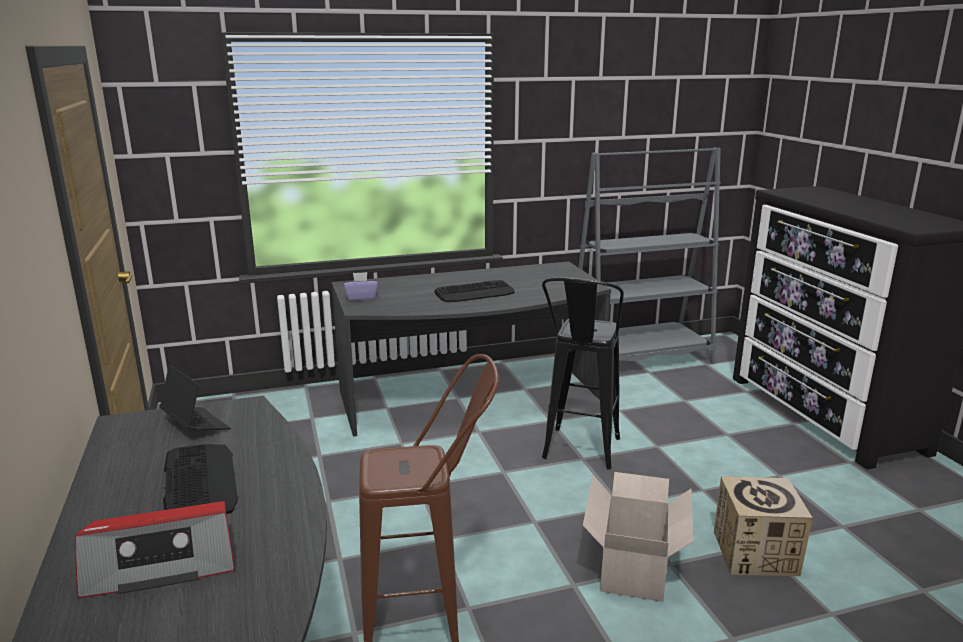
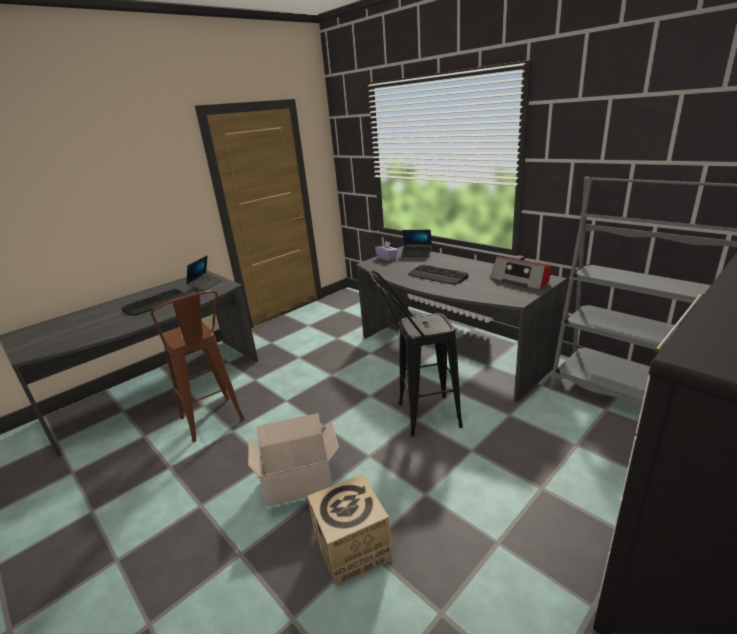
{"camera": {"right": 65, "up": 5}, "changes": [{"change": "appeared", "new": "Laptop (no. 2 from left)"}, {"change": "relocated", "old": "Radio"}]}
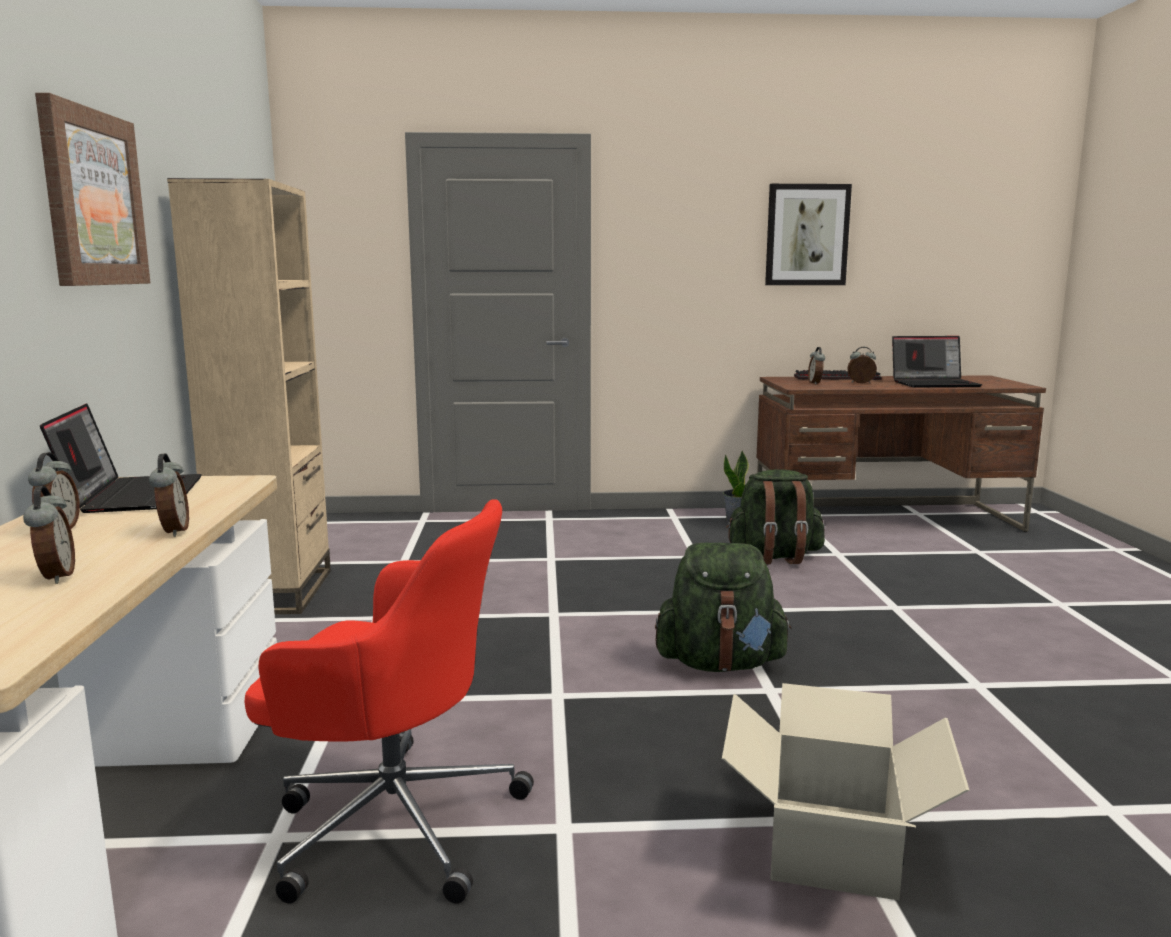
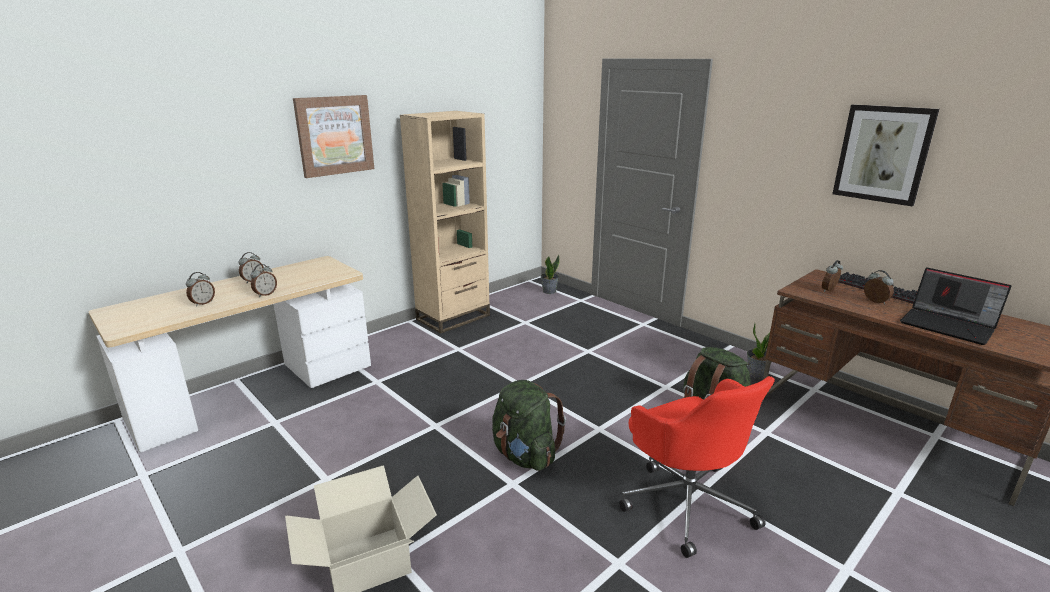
{"camera": {"right": 50, "up": 10}, "changes": [{"change": "missing", "old": "Laptop (no. 1 from left)"}, {"change": "appeared", "new": "PottedPlant (no. 1 from left)"}, {"change": "relocated", "old": "RedOfficeChair"}]}
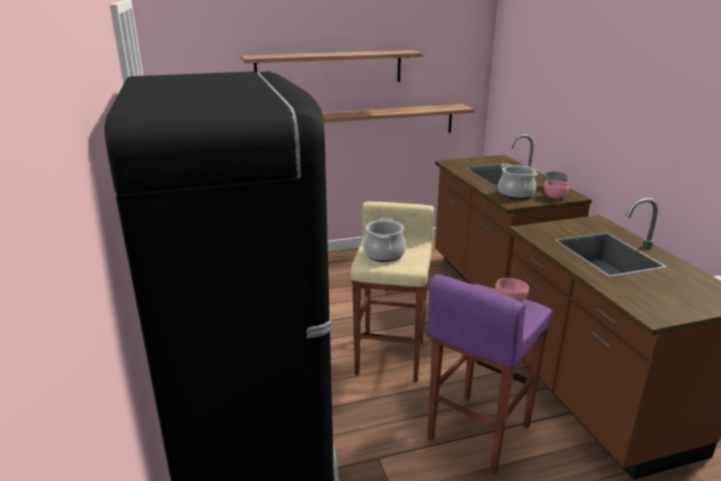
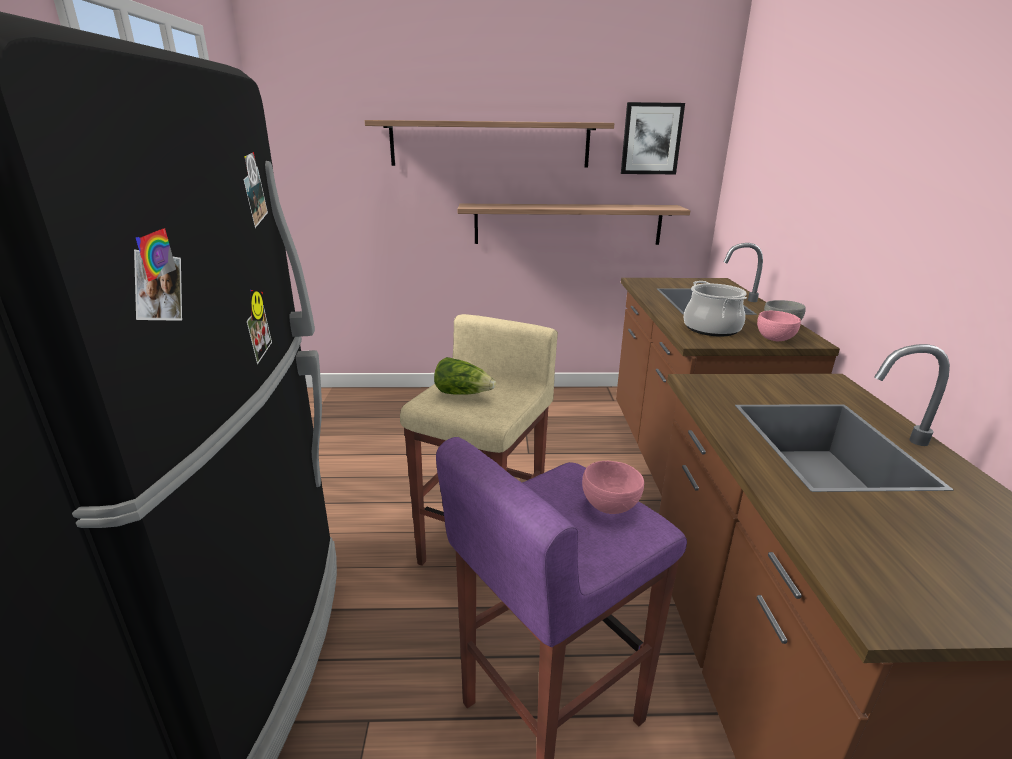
{"camera": {"right": 15, "up": 0}, "changes": [{"change": "appeared", "new": "Picture"}, {"change": "exchanged", "old": "CookingPot (no. 1 from left)", "new": "Lettuce"}]}
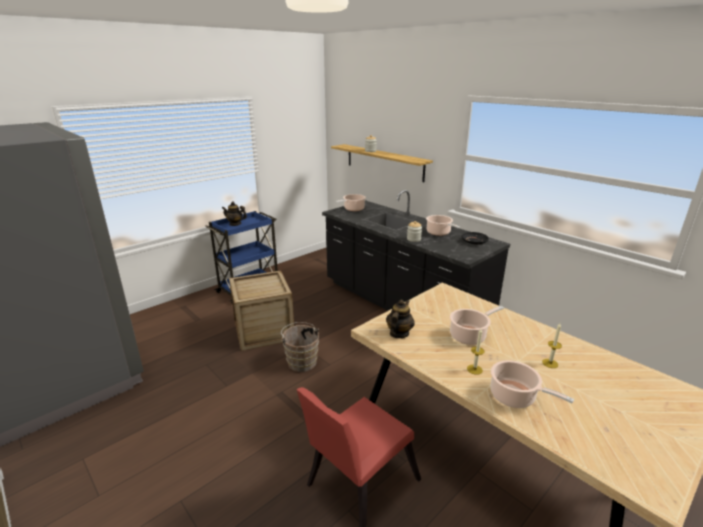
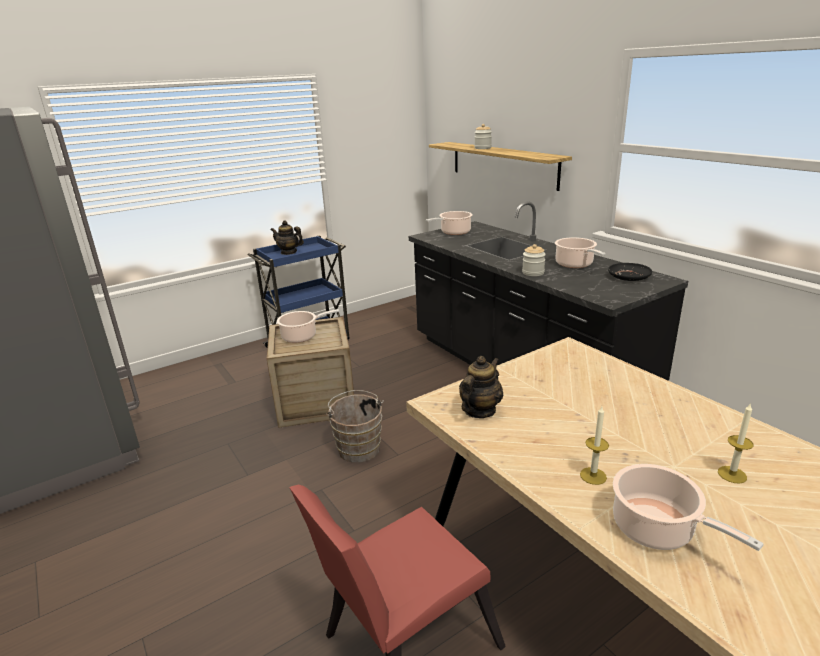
{"camera": {"right": 10, "up": 0}, "changes": [{"change": "relocated", "old": "CookingPot (no. 3 from left in the first image)", "new": "CookingPot (no. 1 from left)"}]}
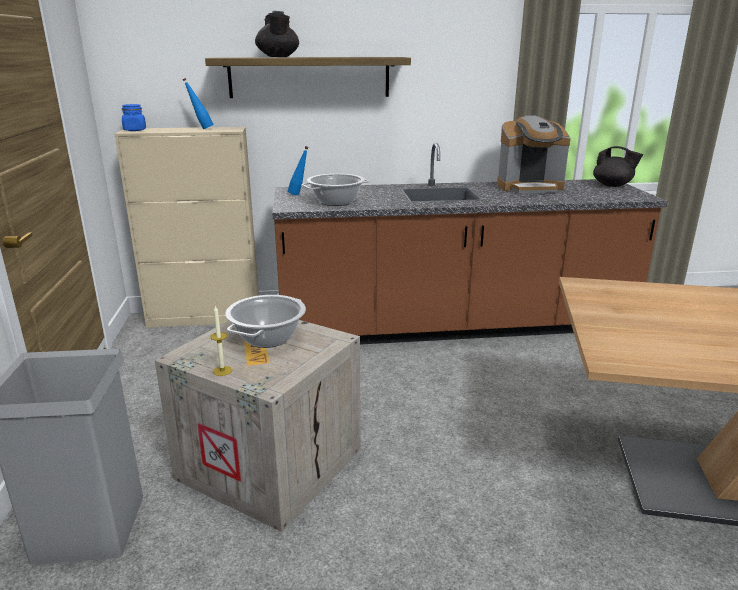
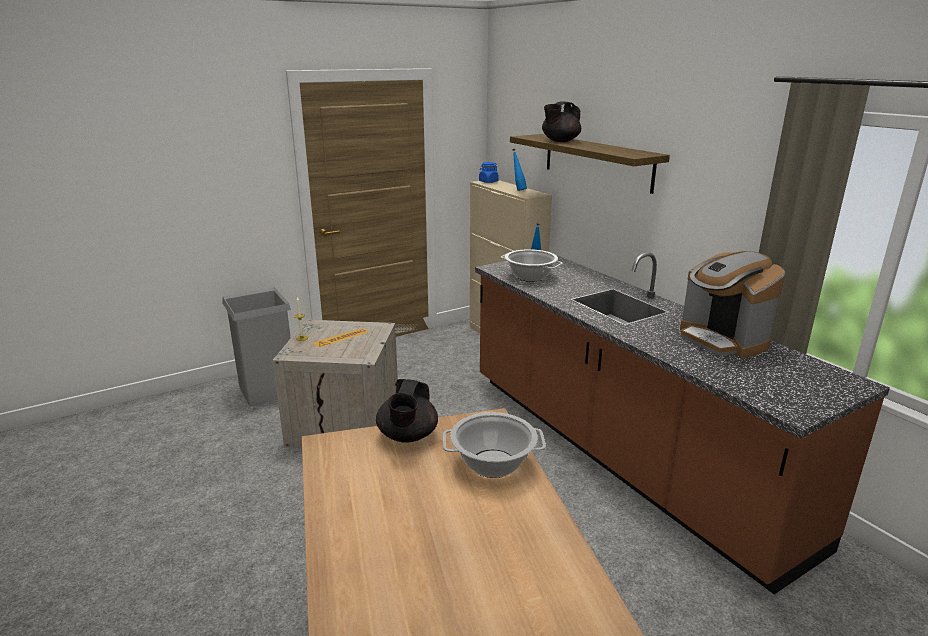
{"camera": {"right": 65, "up": 0}, "changes": [{"change": "relocated", "old": "CookingPot (no. 1 from left)"}, {"change": "relocated", "old": "BlackTeapot (no. 2 from left in the first image)", "new": "BlackTeapot (no. 1 from left)"}]}
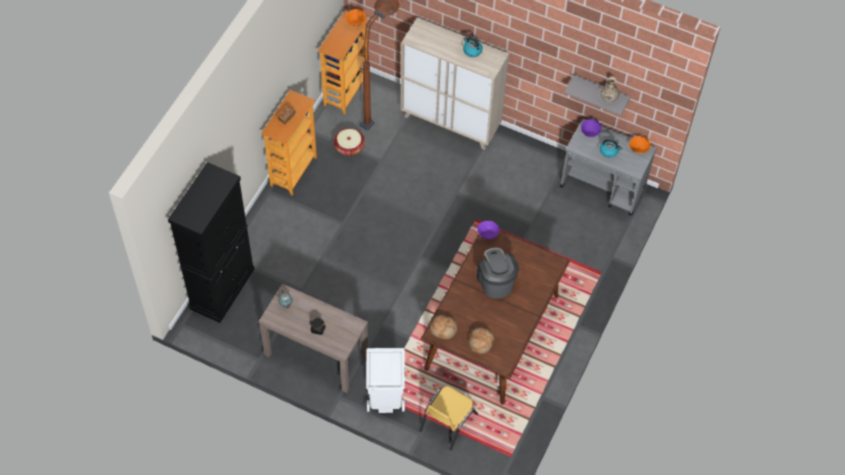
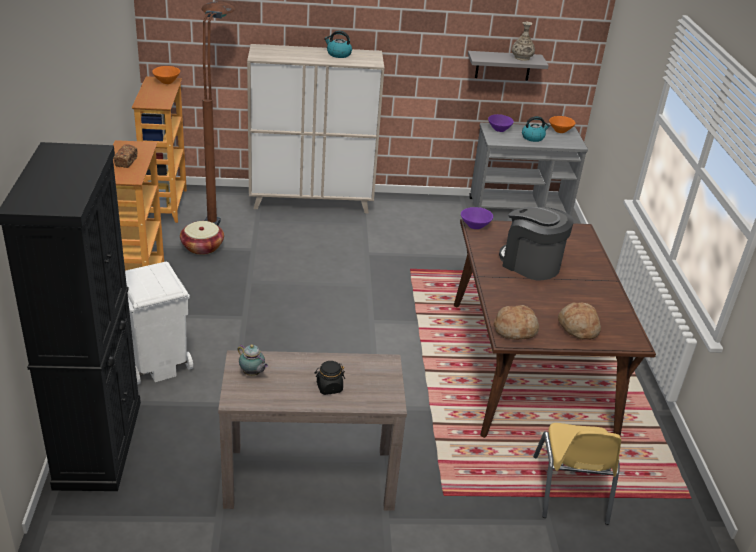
{"camera": {"right": -30, "up": -25}, "changes": [{"change": "relocated", "old": "WhiteTrashCan"}]}
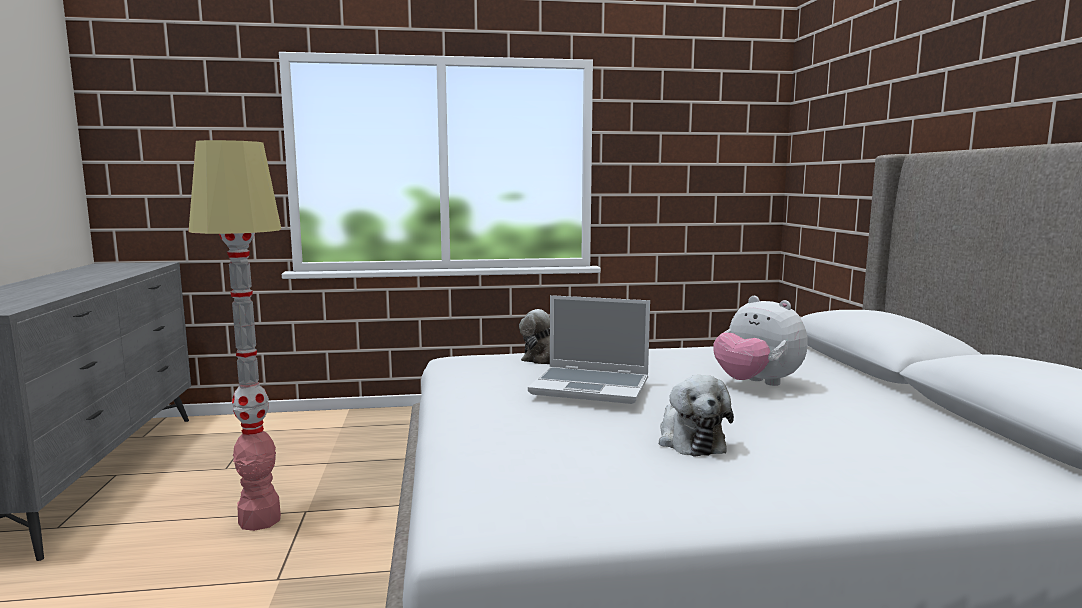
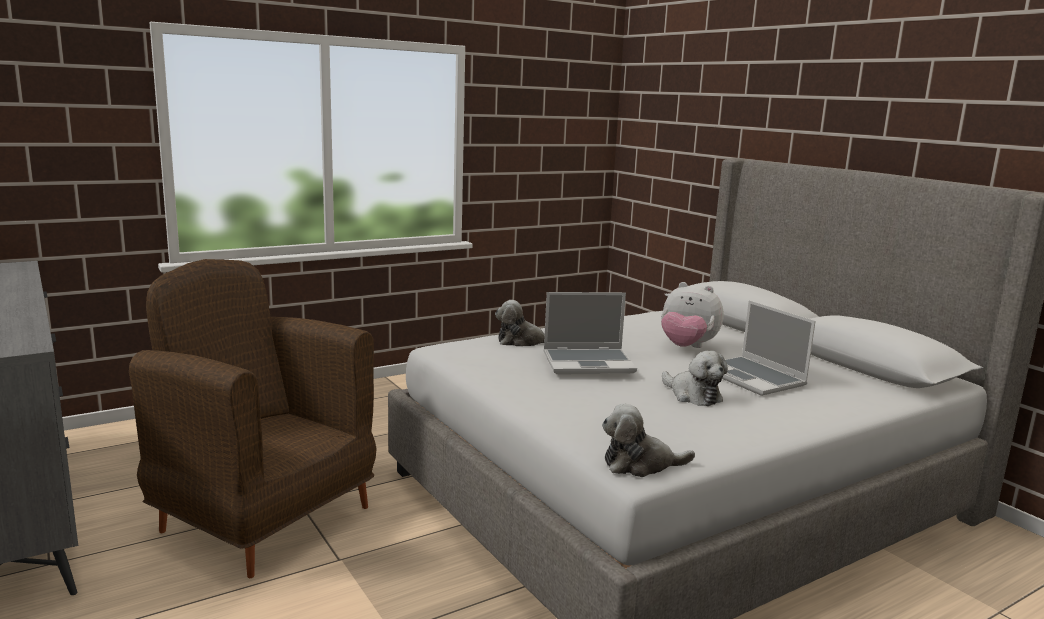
{"camera": {"right": -25, "up": 5}, "changes": [{"change": "appeared", "new": "PlushToy (no. 2 from left)"}, {"change": "appeared", "new": "Laptop (no. 2 from left)"}, {"change": "exchanged", "old": "FloorLamp", "new": "BrownArmchair"}]}
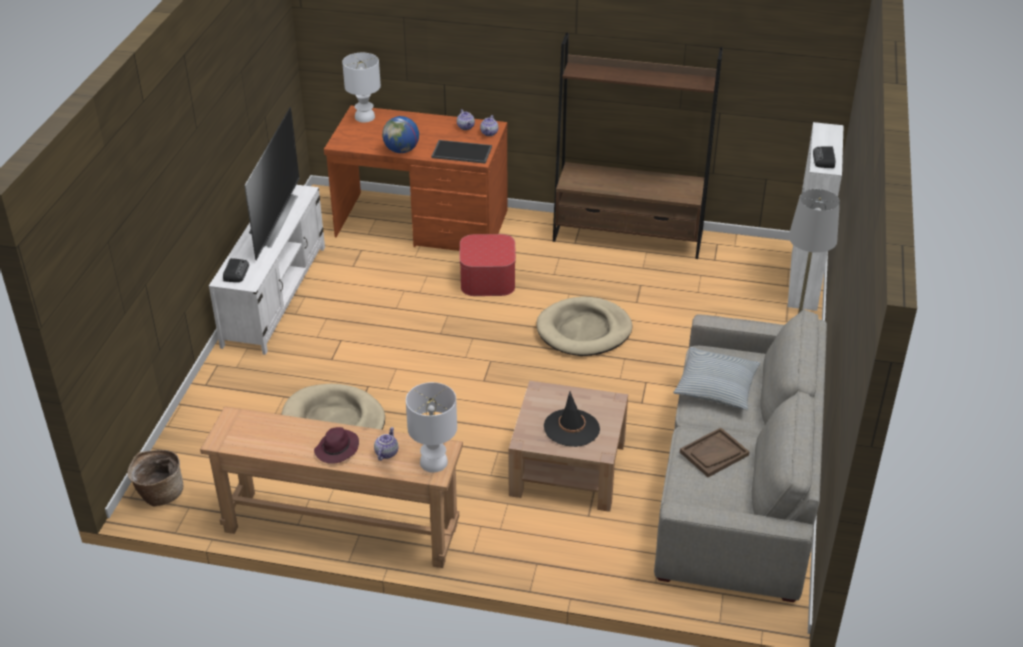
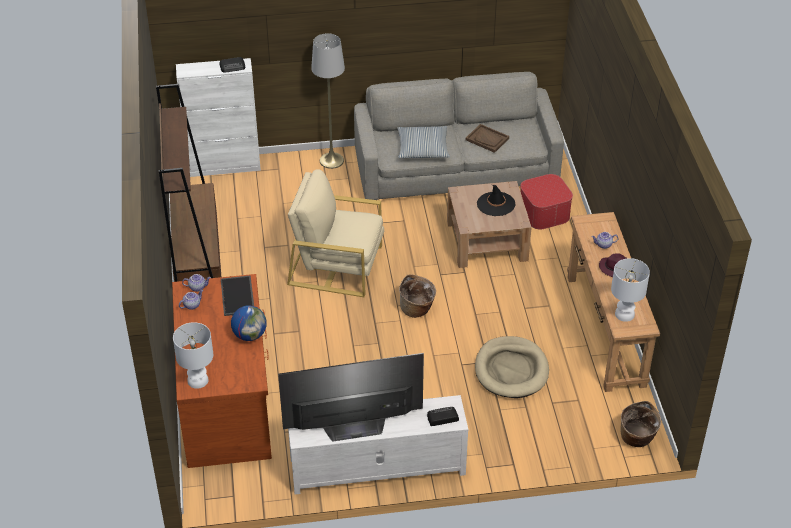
{"camera": {"right": -110, "up": 5}, "changes": [{"change": "appeared", "new": "Basket (no. 1 from left)"}, {"change": "relocated", "old": "WhiteTableLamp (no. 2 from left)"}, {"change": "relocated", "old": "Ottoman"}, {"change": "exchanged", "old": "BeigeDogBed (no. 2 from left)", "new": "BeigeArmchair"}]}
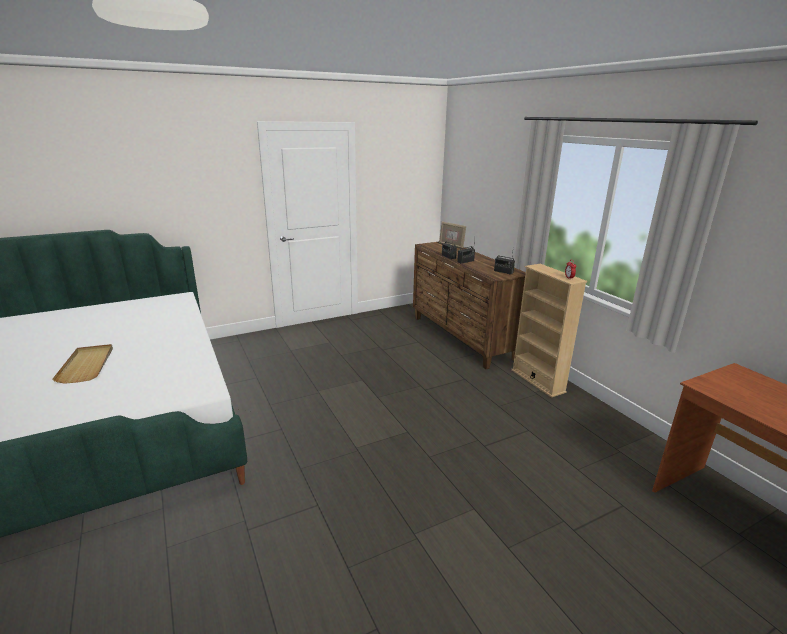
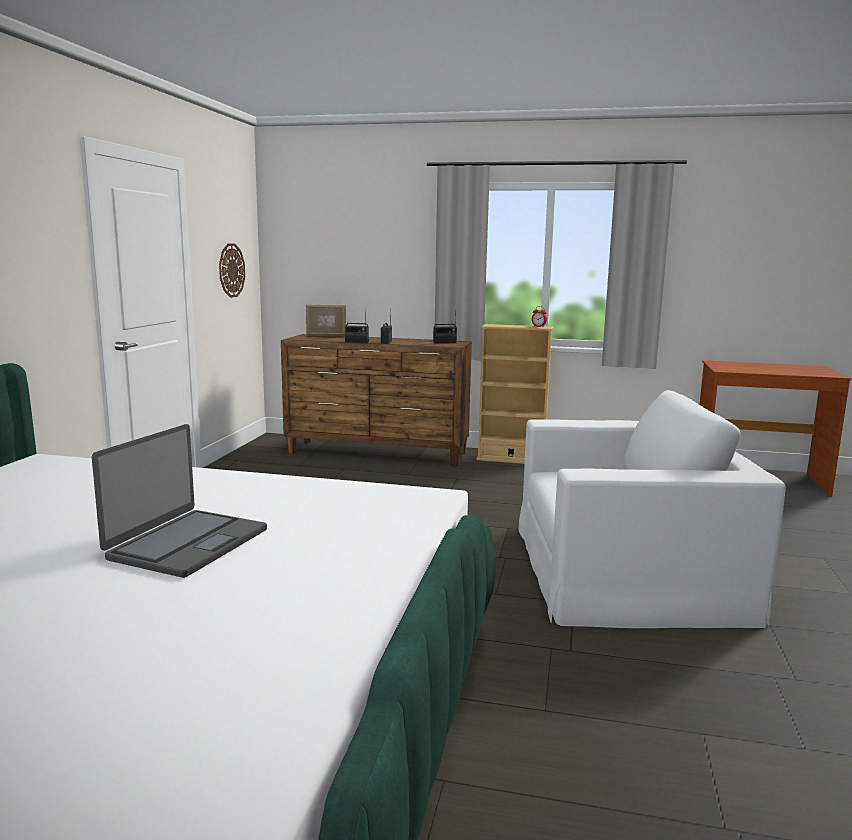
{"camera": {"right": -50, "up": -10}, "changes": [{"change": "appeared", "new": "WallClock"}, {"change": "appeared", "new": "WhiteArmchair"}, {"change": "exchanged", "old": "BeigeTray", "new": "Laptop"}]}
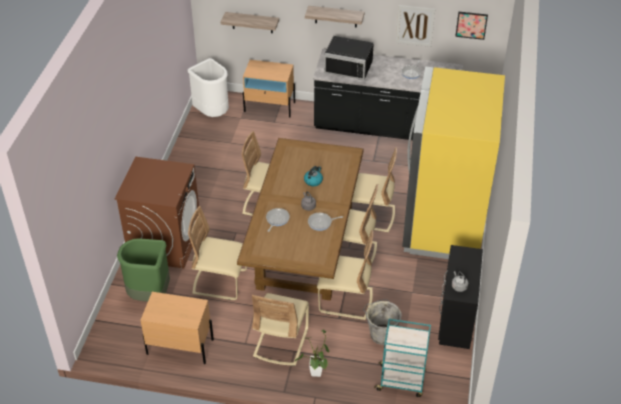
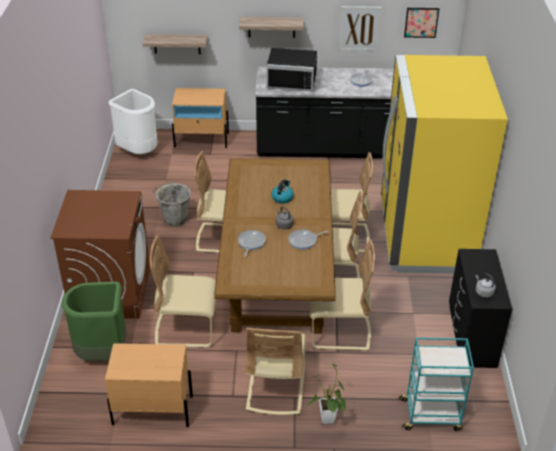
{"camera": {"right": -10, "up": -5}, "changes": [{"change": "relocated", "old": "GreyBucket"}]}
